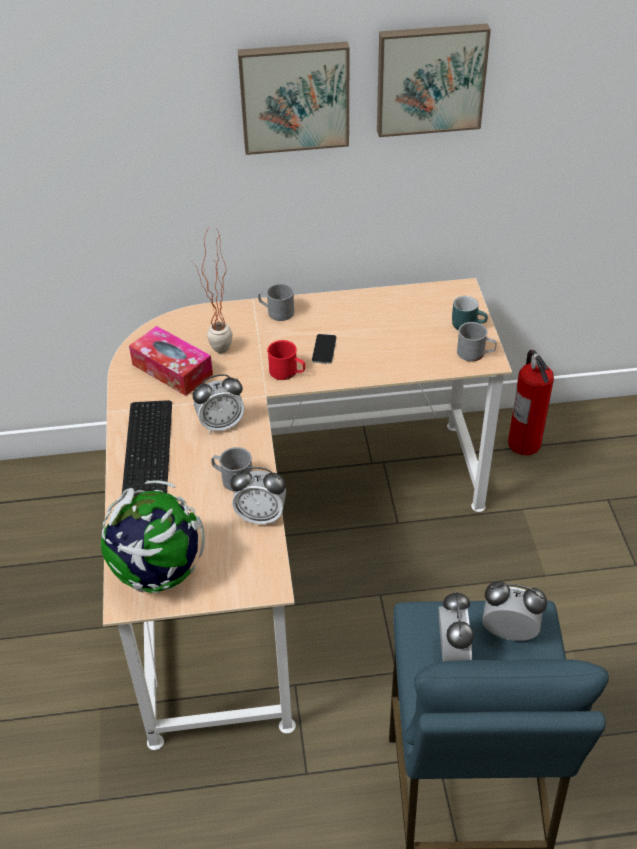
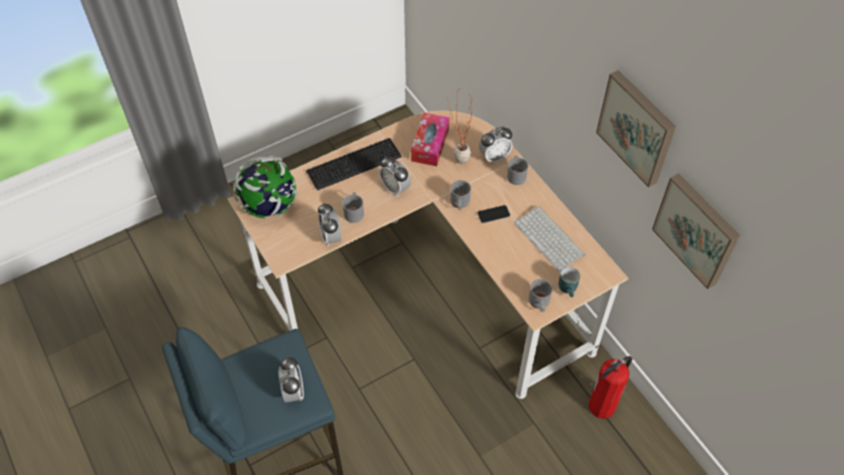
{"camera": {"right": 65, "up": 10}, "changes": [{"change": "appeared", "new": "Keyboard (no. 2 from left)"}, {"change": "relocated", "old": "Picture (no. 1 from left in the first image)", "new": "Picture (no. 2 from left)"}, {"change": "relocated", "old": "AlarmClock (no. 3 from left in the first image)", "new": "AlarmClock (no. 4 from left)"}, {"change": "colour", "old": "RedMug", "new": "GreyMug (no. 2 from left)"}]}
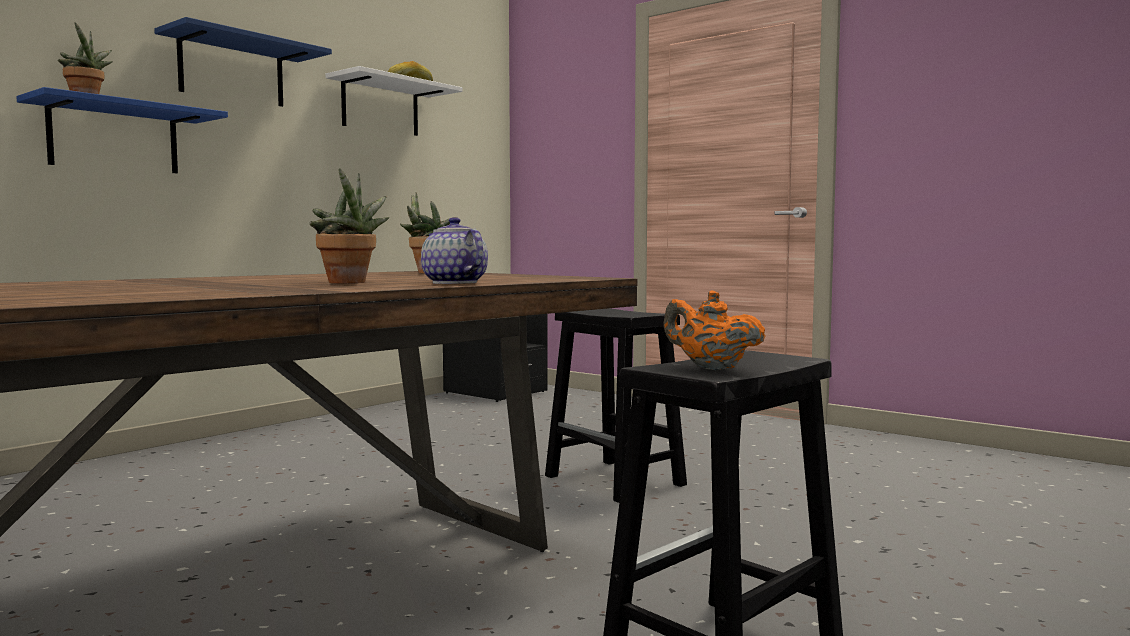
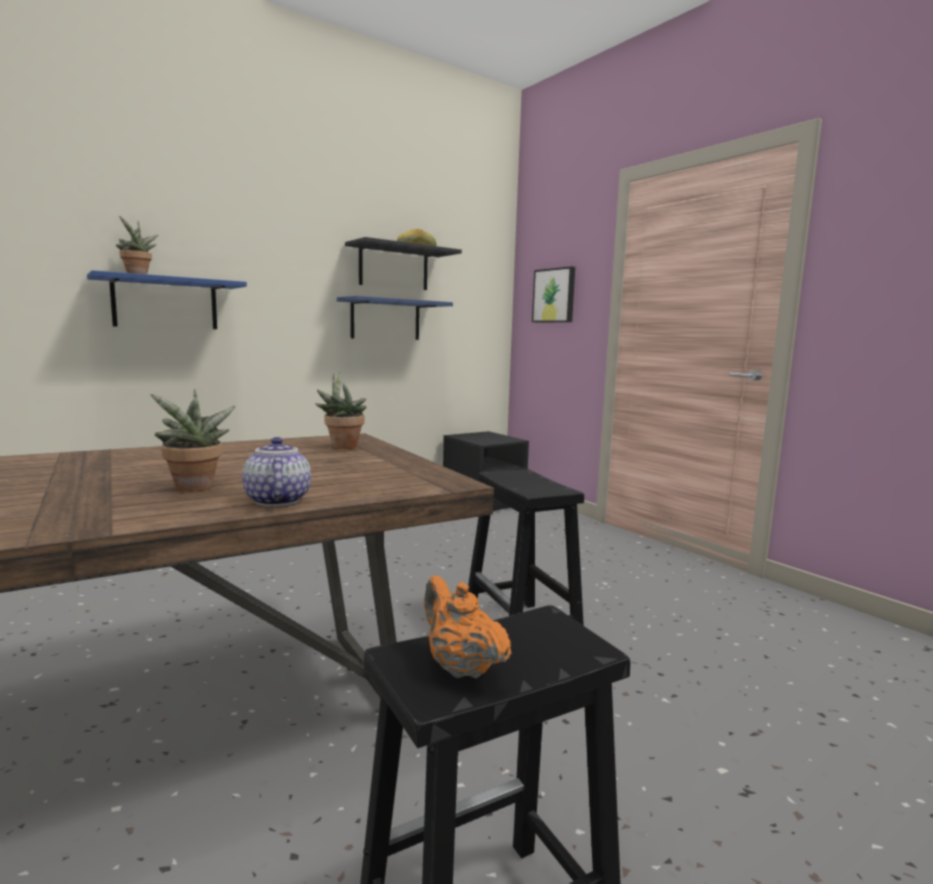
{"camera": {"right": 15, "up": 5}, "changes": [{"change": "appeared", "new": "Picture"}, {"change": "relocated", "old": "BlueShelf (no. 2 from left)"}, {"change": "colour", "old": "WhiteShelf", "new": "BlackShelf"}]}
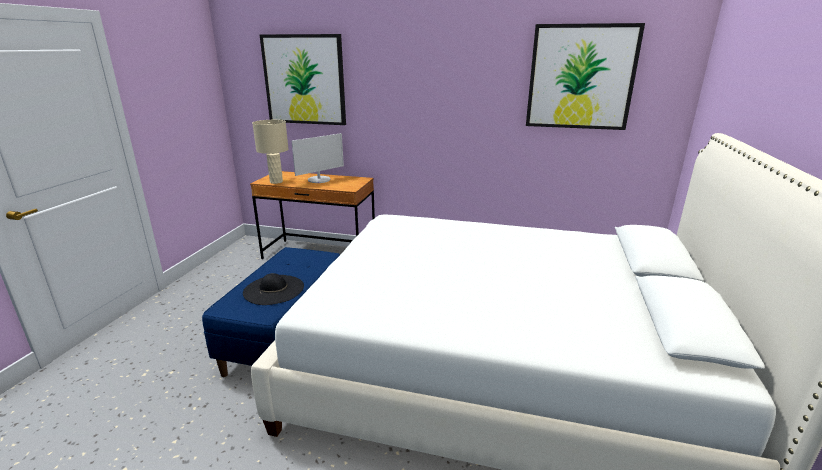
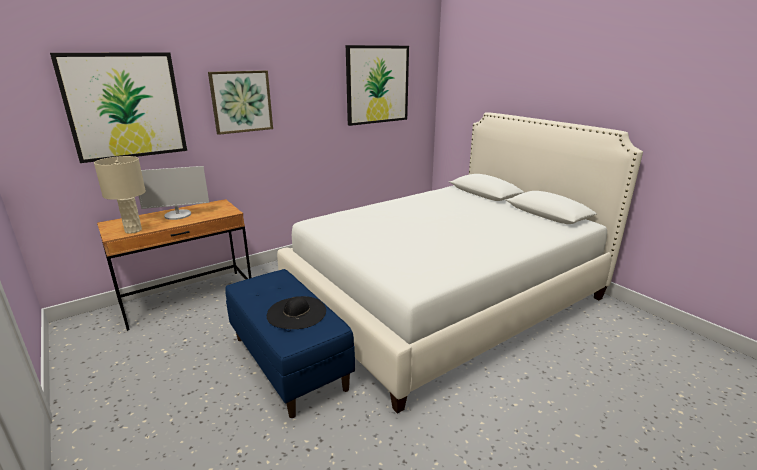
{"camera": {"right": -50, "up": 0}, "changes": [{"change": "appeared", "new": "Picture (no. 2 from left)"}, {"change": "spun", "old": "Monitor", "degrees": 75}]}
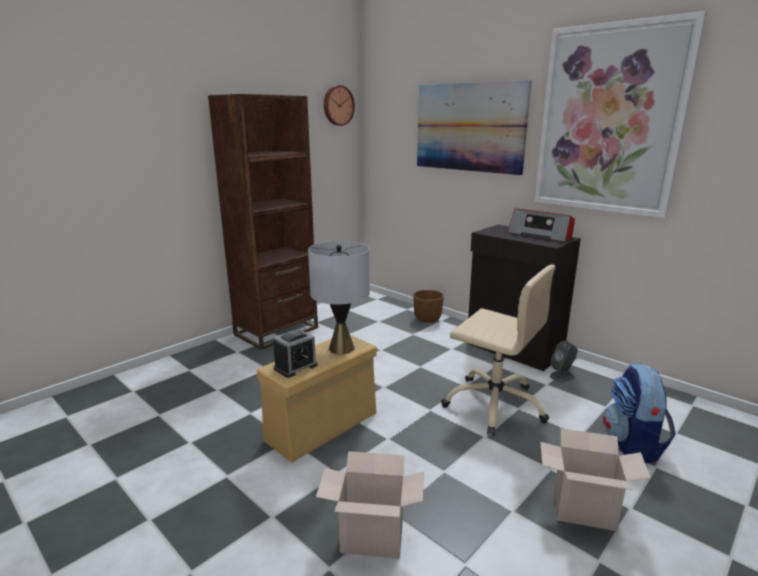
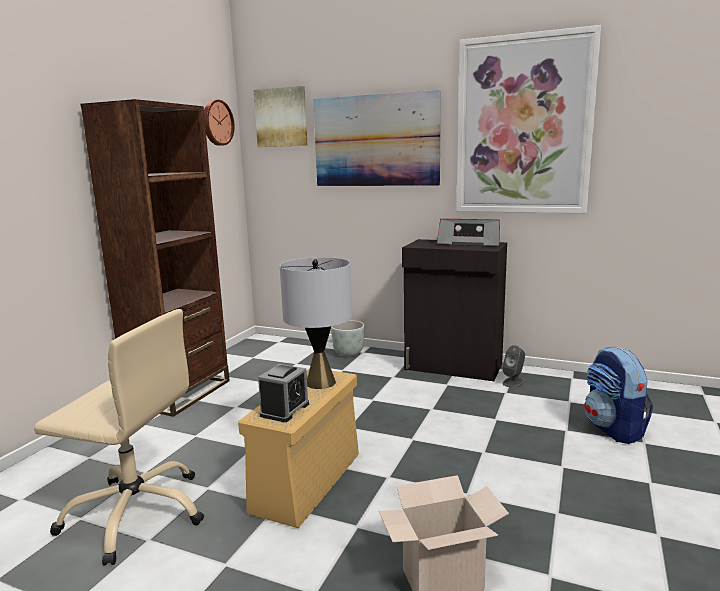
{"camera": {"right": -20, "up": -5}, "changes": [{"change": "missing", "old": "CardboardBox (no. 2 from left)"}, {"change": "appeared", "new": "Picture (no. 1 from left)"}, {"change": "relocated", "old": "BeigeOfficeChair"}, {"change": "colour", "old": "BrownPlanter", "new": "GreyPlanter"}]}
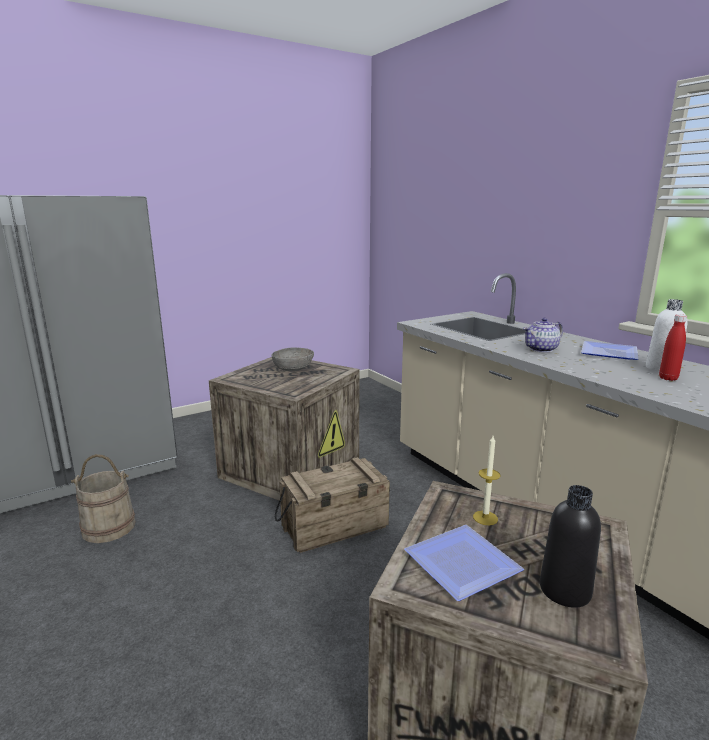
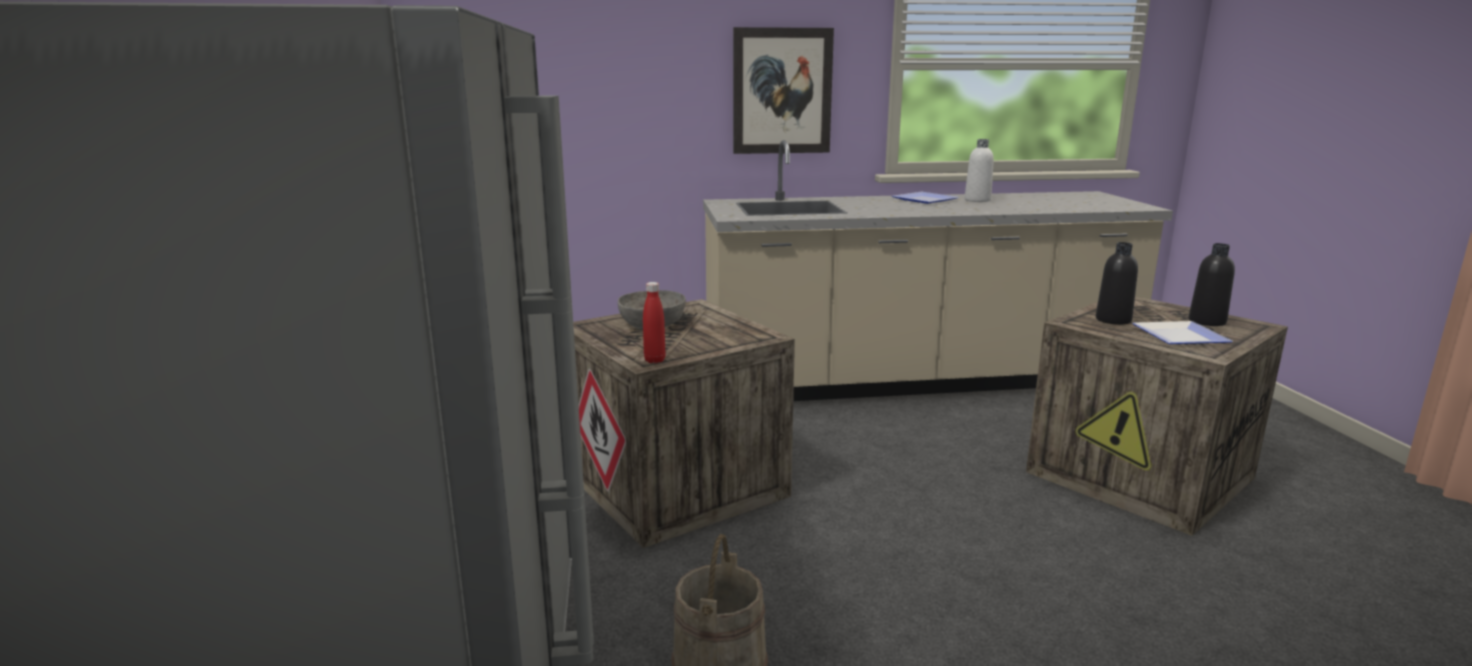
{"camera": {"right": -65, "up": 0}, "changes": [{"change": "missing", "old": "Crate (no. 2 from left)"}, {"change": "missing", "old": "Teapot"}, {"change": "appeared", "new": "Picture"}, {"change": "relocated", "old": "RedBottle"}, {"change": "exchanged", "old": "Candle", "new": "BlackBottle (no. 1 from left)"}]}
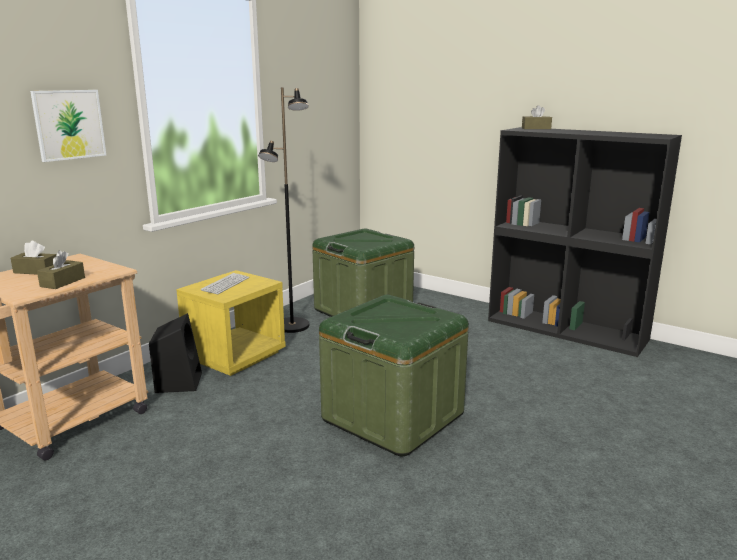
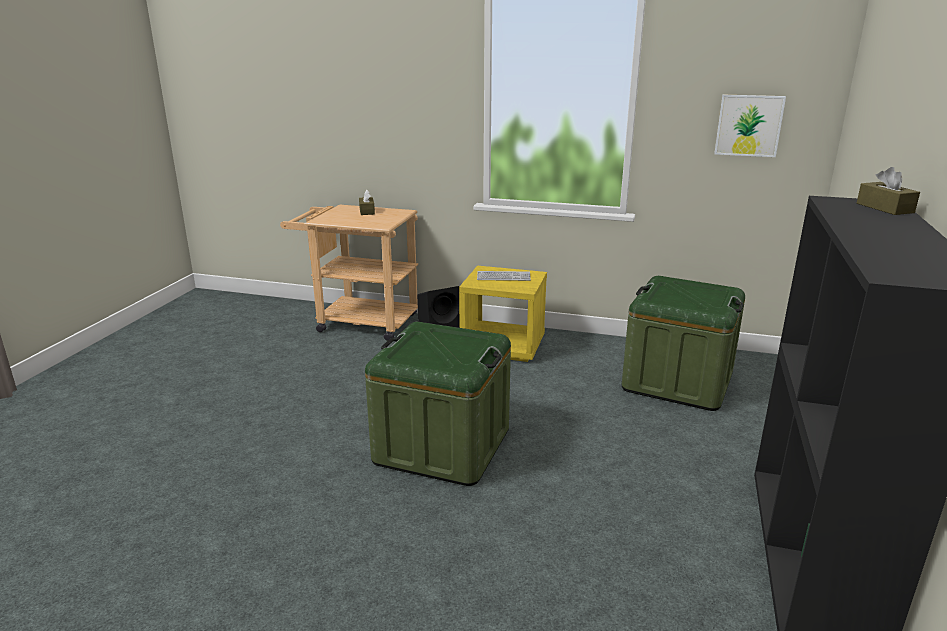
{"camera": {"right": 70, "up": 5}, "changes": [{"change": "missing", "old": "BrownTissueBox (no. 2 from left)"}, {"change": "missing", "old": "BlackFloorLamp"}, {"change": "relocated", "old": "Picture"}]}
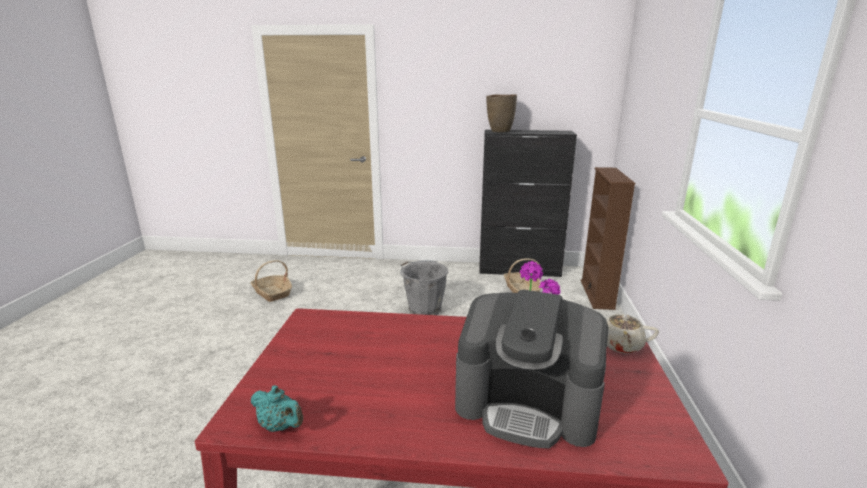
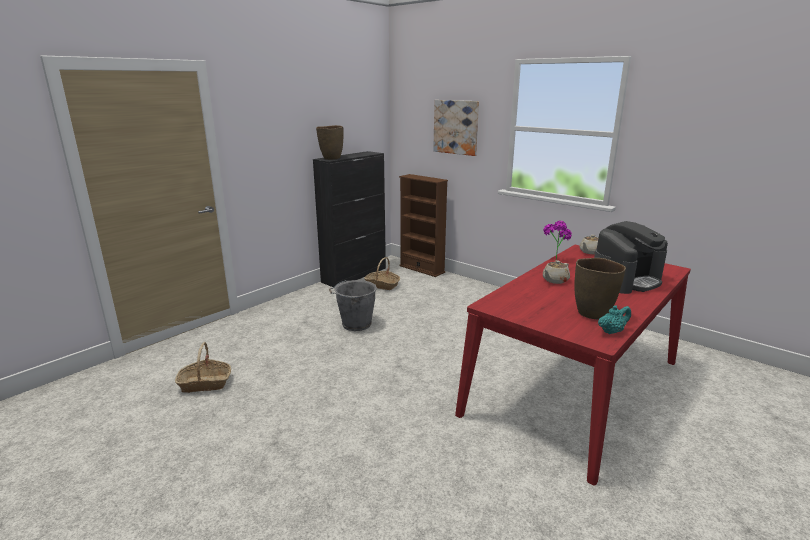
{"camera": {"right": -55, "up": 0}, "changes": [{"change": "appeared", "new": "Picture"}, {"change": "appeared", "new": "BeigeTeapot (no. 1 from left)"}, {"change": "appeared", "new": "BrownVase (no. 2 from left)"}]}
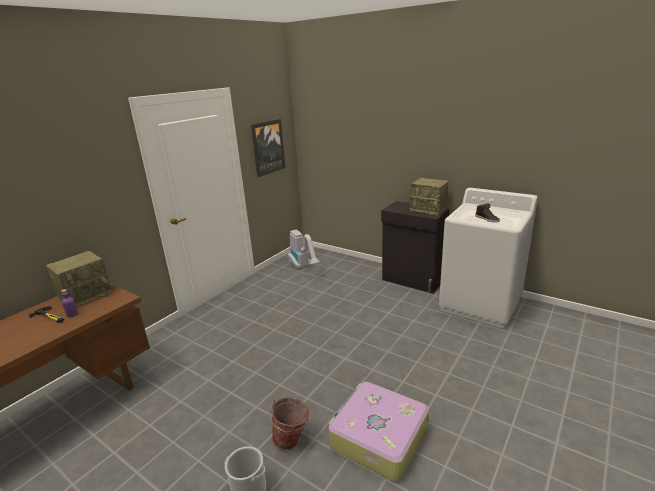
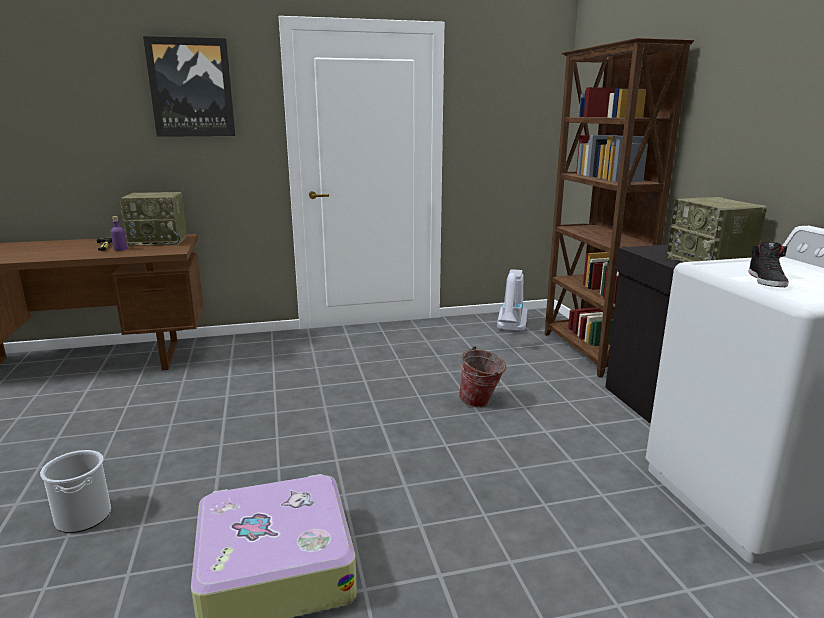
{"camera": {"right": 40, "up": -5}, "changes": [{"change": "appeared", "new": "BrownBookcase"}, {"change": "relocated", "old": "Picture"}, {"change": "relocated", "old": "Bucket (no. 2 from left)"}]}
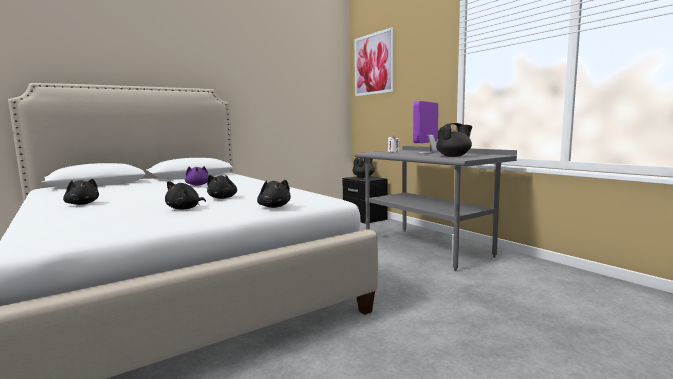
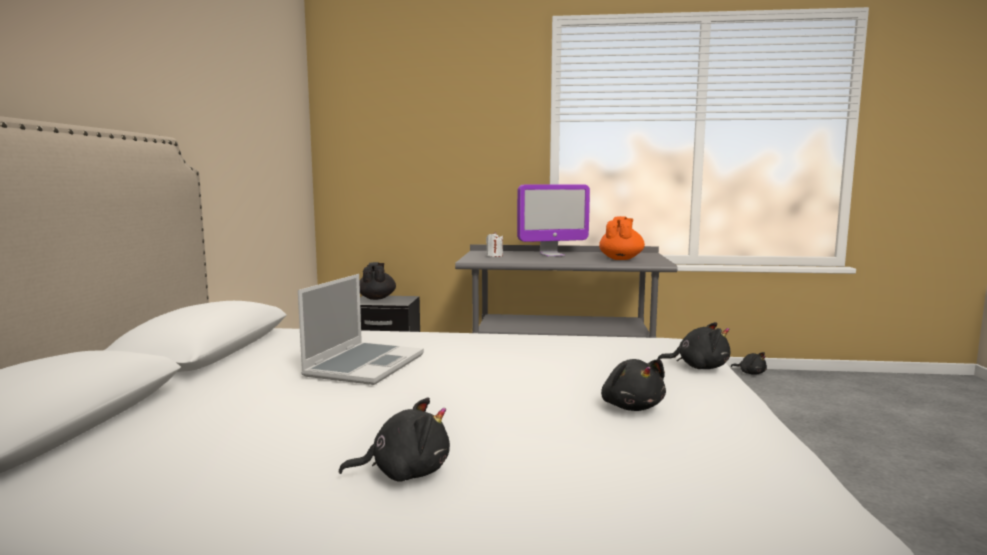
{"camera": {"right": -50, "up": 0}, "changes": [{"change": "missing", "old": "Picture"}, {"change": "relocated", "old": "BlackPlushToy (no. 3 from left in the first image)", "new": "BlackPlushToy (no. 4 from left)"}, {"change": "exchanged", "old": "PurplePlushToy", "new": "Laptop"}, {"change": "colour", "old": "BlackTeapot (no. 2 from left)", "new": "OrangeTeapot"}, {"change": "spun", "old": "Monitor", "degrees": -90}]}
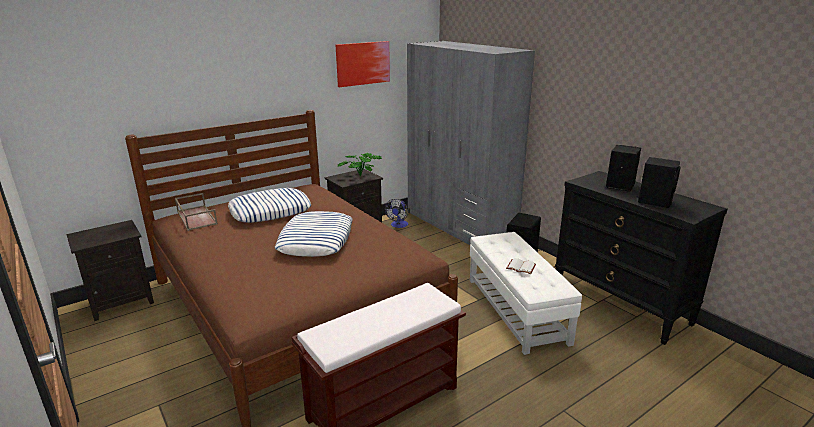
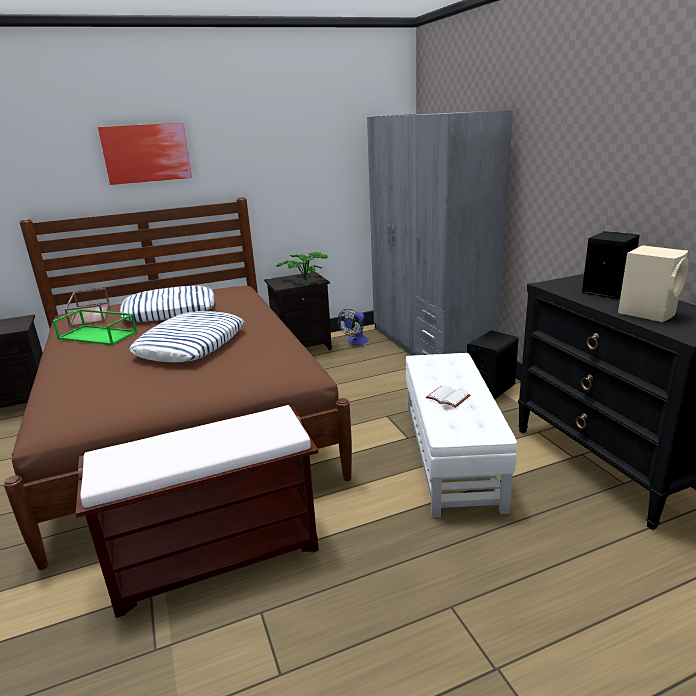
{"camera": {"right": 15, "up": 0}, "changes": [{"change": "appeared", "new": "GreenTray"}, {"change": "relocated", "old": "Picture"}, {"change": "colour", "old": "BlackSpeaker (no. 3 from left)", "new": "BeigeSpeaker"}]}
